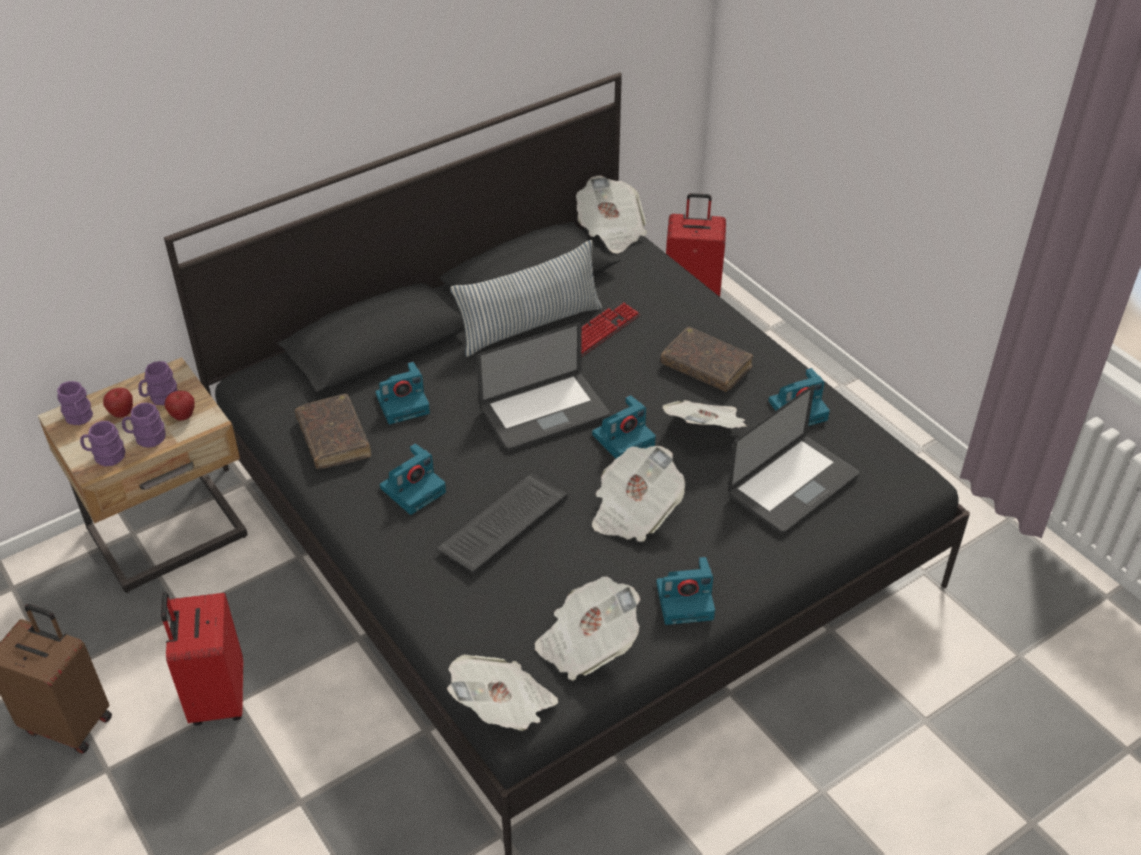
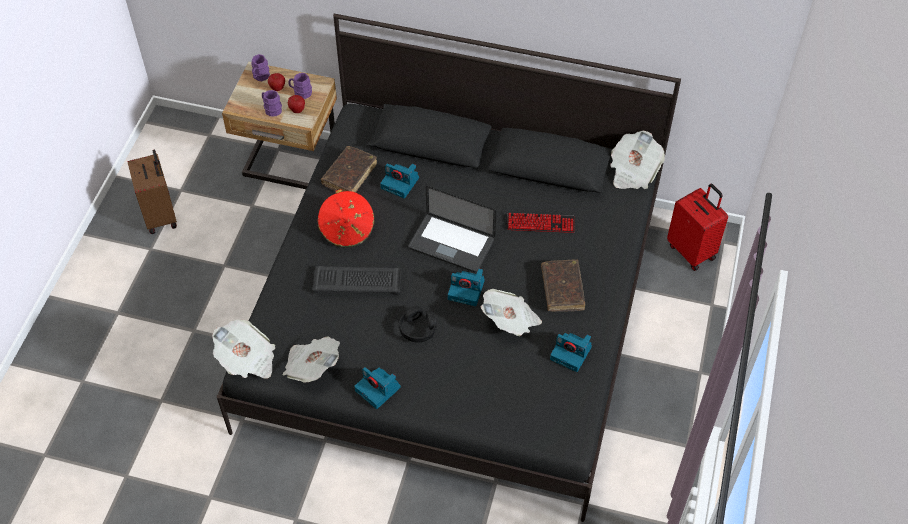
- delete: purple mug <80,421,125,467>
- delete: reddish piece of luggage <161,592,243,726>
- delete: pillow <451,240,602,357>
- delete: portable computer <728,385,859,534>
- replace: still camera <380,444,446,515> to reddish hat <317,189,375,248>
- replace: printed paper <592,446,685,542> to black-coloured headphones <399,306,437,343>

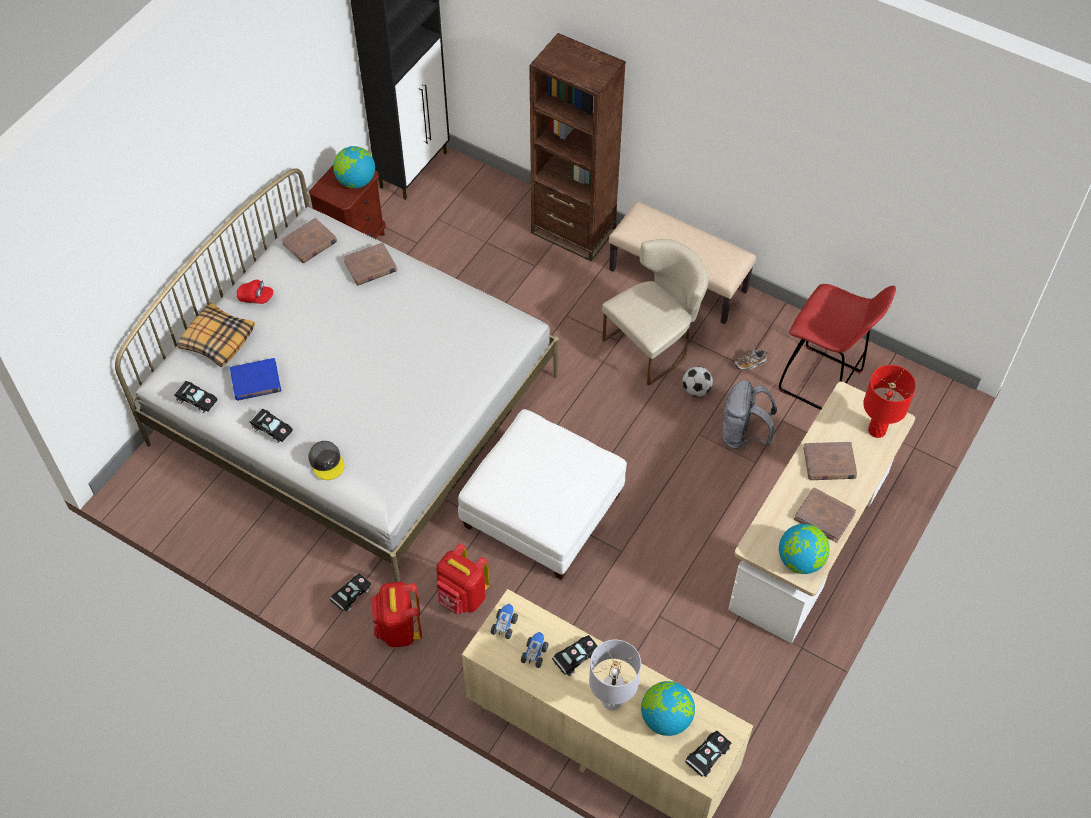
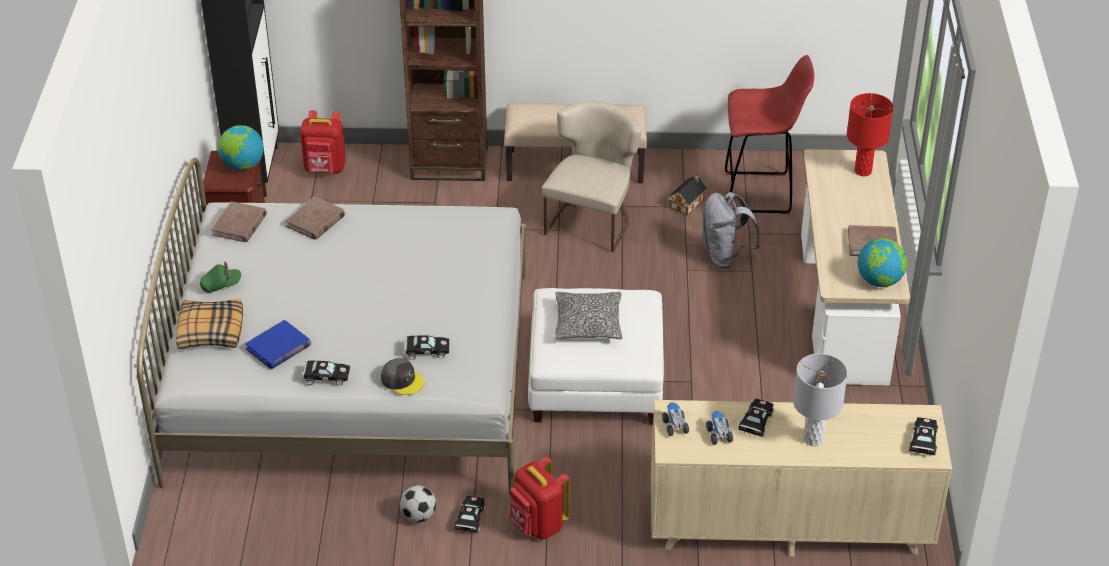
- delete: globe <641,681,695,736>
- delete: brown book <803,442,857,480>
- insert: pillow <555,292,622,340>
- move: black-coloured miniature car <174,380,218,413> to <405,335,449,360>
- move: reddish rucksack <436,543,490,614> to <300,110,346,174>
- move: football ball <683,366,713,397> to <400,485,436,522>
- replace: shoe <734,349,767,370> to model house <668,175,707,216>
- recolor: reddish baseball cap <237,280,273,304> to green baseball cap <200,262,241,293>

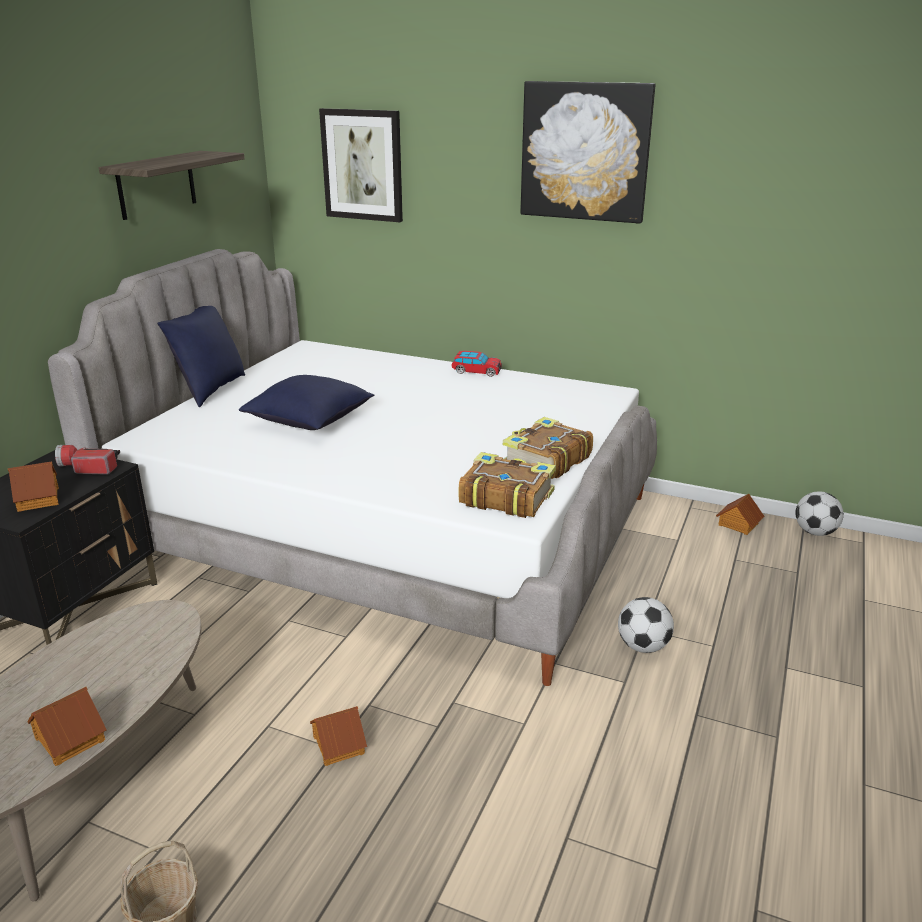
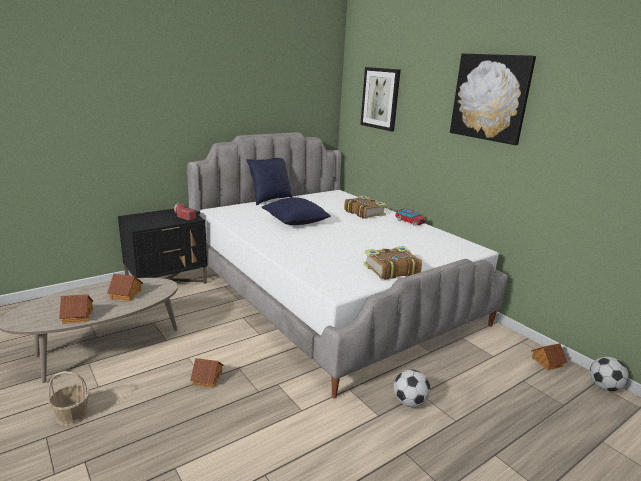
- delete: wall shelf <99,151,245,220>
- move: model house <8,461,59,512> to <107,274,143,301>
- move: book <459,452,556,518> to <344,196,387,219>

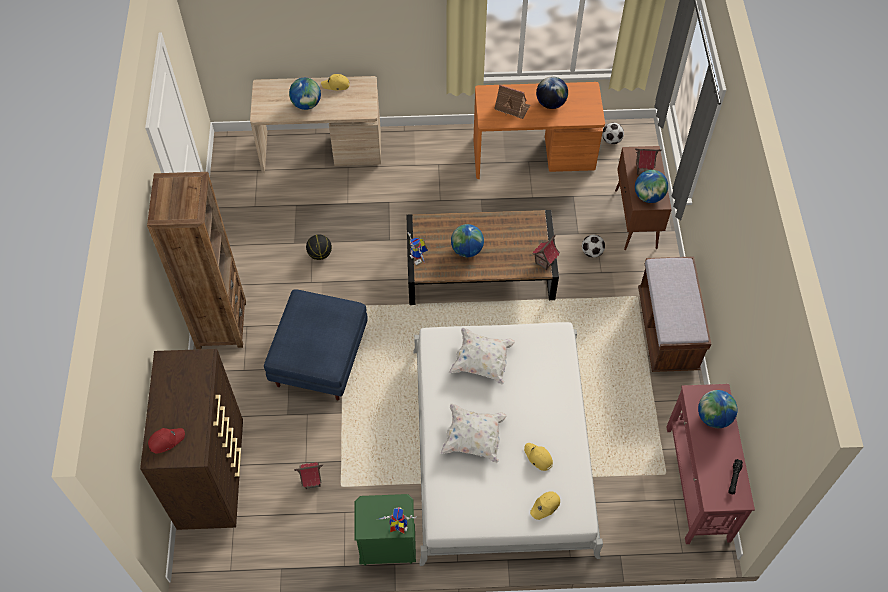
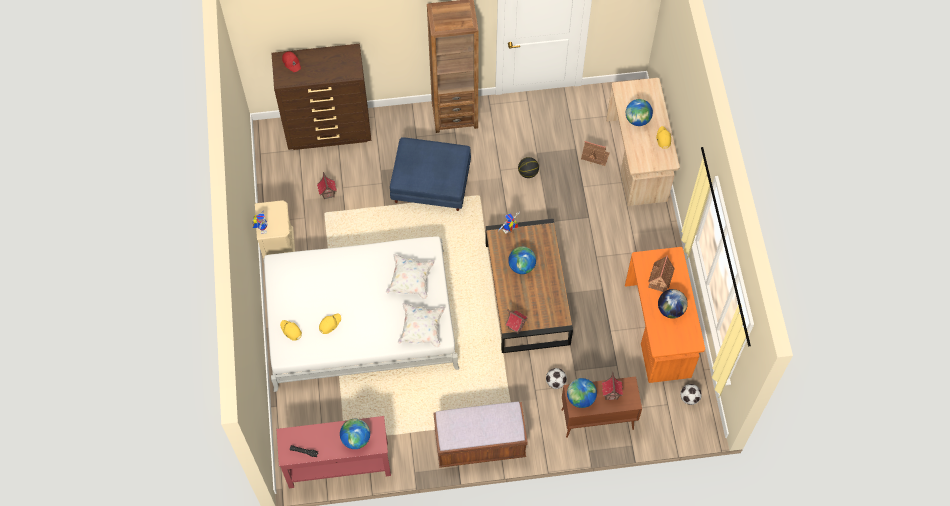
- insert: model house <581,141,610,166>
- move: whitish pillow <440,403,507,463> to <397,303,445,347>
- recolor: green nightstand <354,494,416,566> to beige nightstand <255,200,295,259>

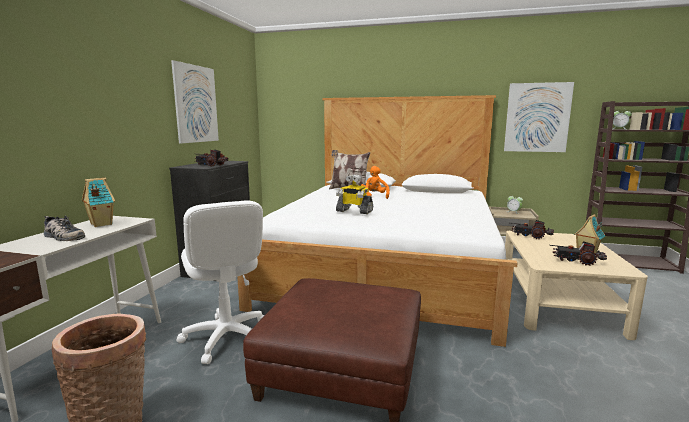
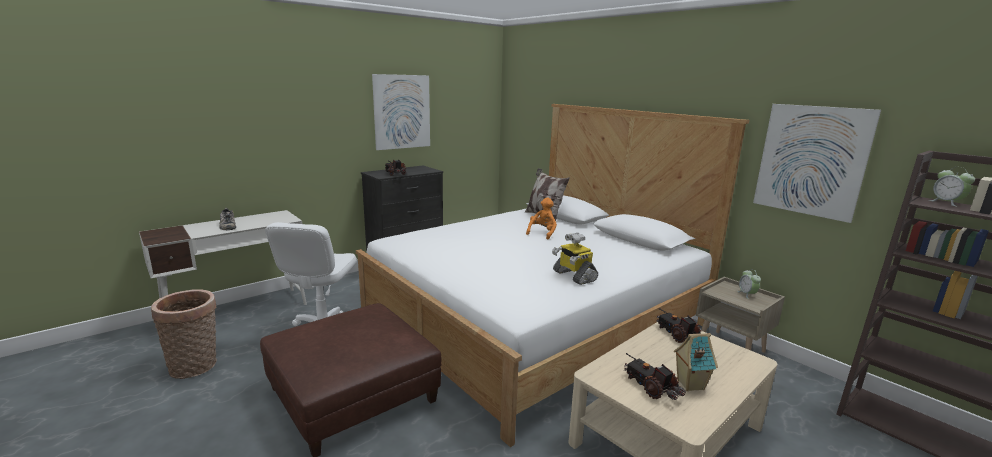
- delete: model house <82,178,115,227>
- move: robot figure <336,175,373,214> to <552,233,598,285>

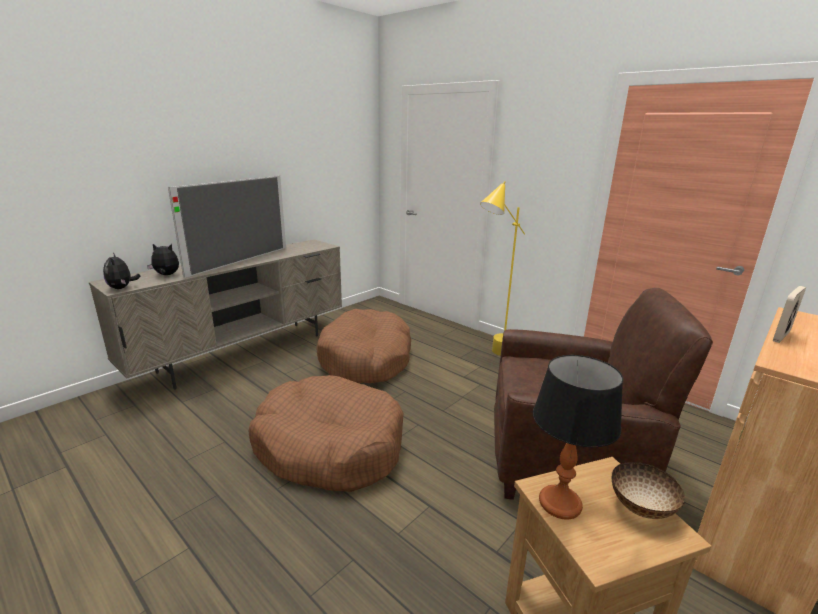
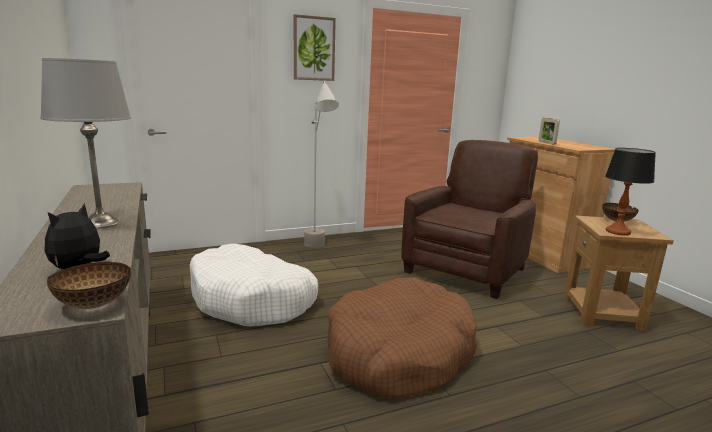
- insert: wall picture <294,14,336,81>
- replace: cuddly toy <103,253,140,289> to serving bowl <47,262,131,309>
- replace: television <168,175,286,278> to grey tabletop lamp <40,58,131,228>
- recolor: brown pet bed <316,309,411,383> to whitish pet bed <190,244,318,326>
- recolor: yellowish standard lamp <480,181,525,356> to grey standard lamp <304,81,339,248>

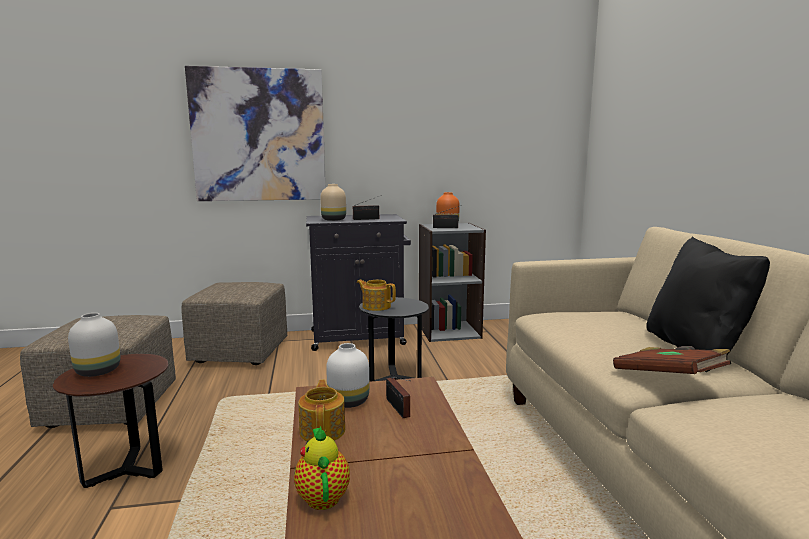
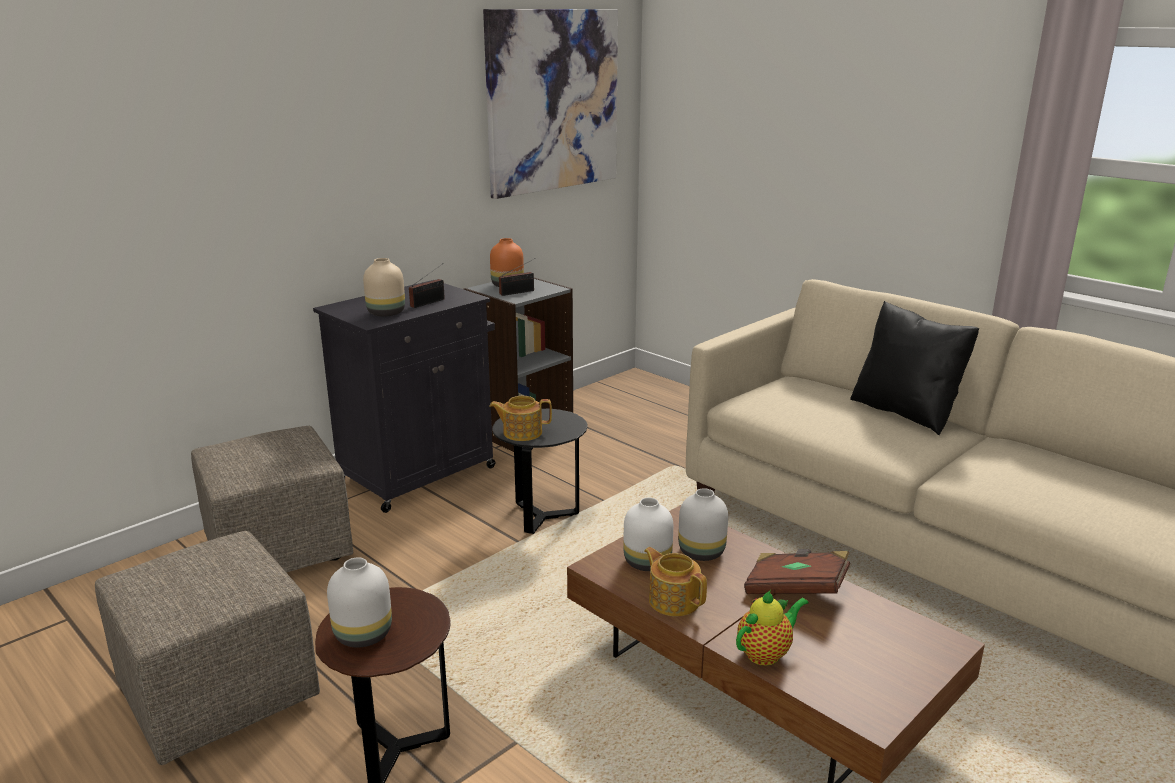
- move: wall picture <185,66,326,201> to <483,9,618,199>
- move: brown book <613,346,731,374> to <744,549,850,594>
- replace: radio <386,377,411,418> to whitish vase <678,488,728,561>
- rotate: pot for tea <294,426,350,510> = <736,590,809,666> 105 degrees clockwise

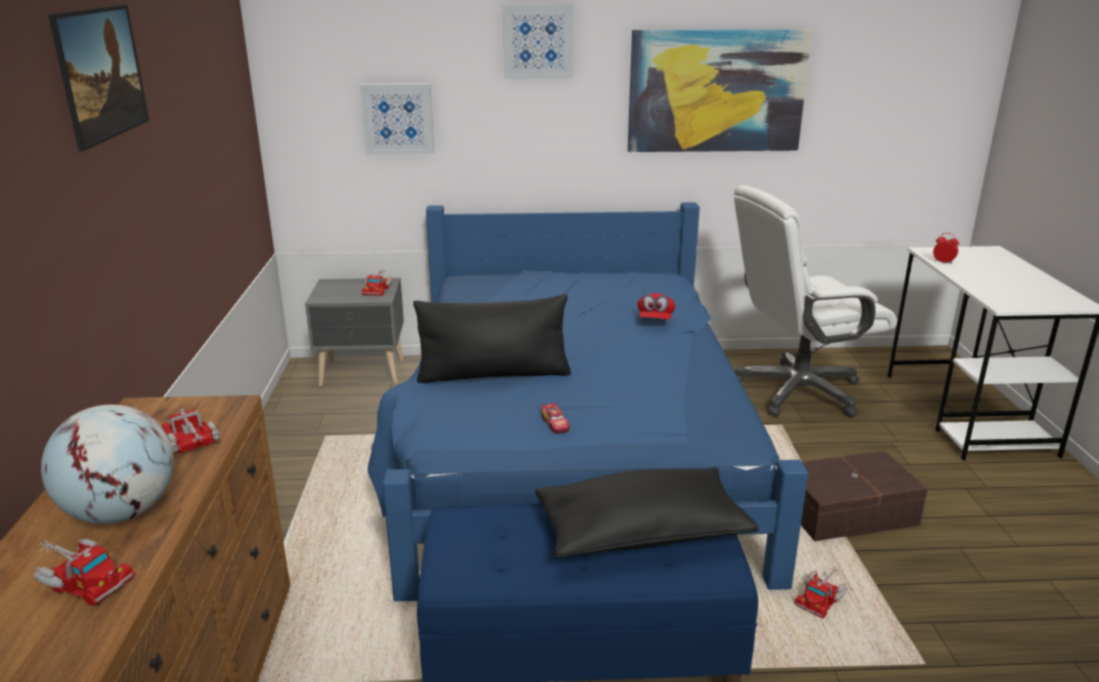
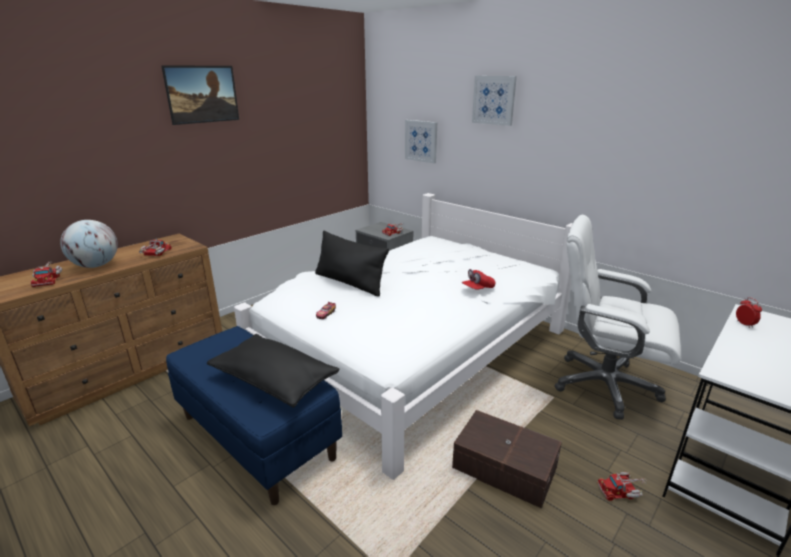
- delete: wall picture <628,29,812,152>
- move: model truck <795,566,848,618> to <597,472,647,501>
- recolor: blue sleeping bed <368,202,808,601> to whitish sleeping bed <234,193,573,480>

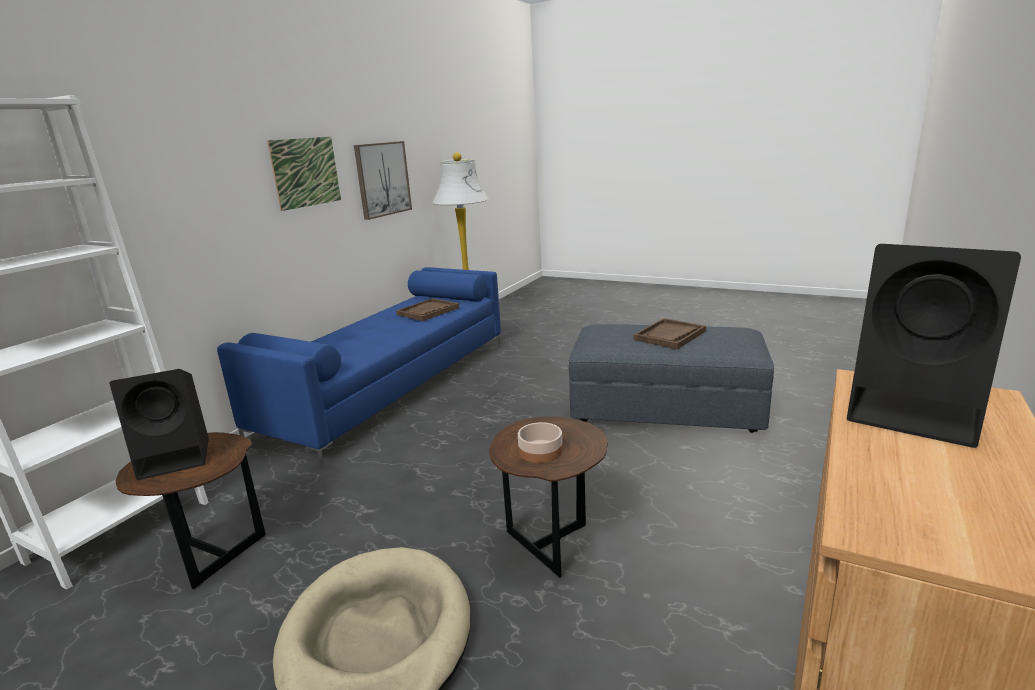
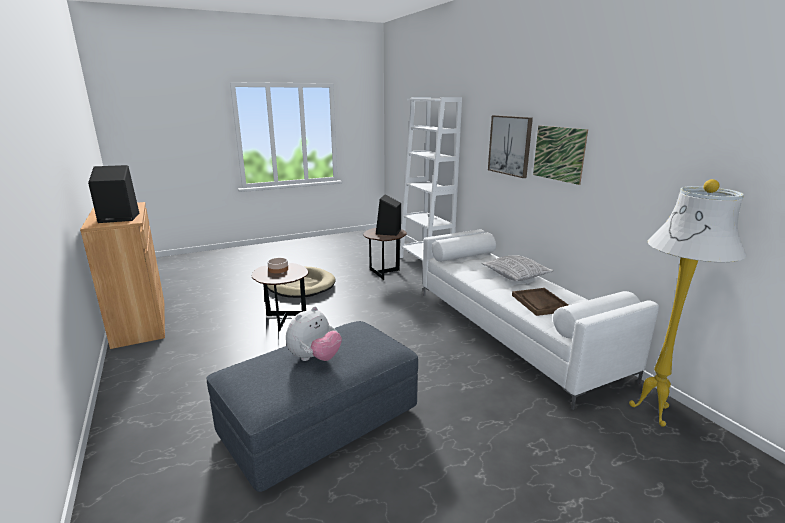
- insert: pillow <482,255,554,281>
- move: wall picture <354,141,412,220> to <488,115,533,178>
- replace: brown carrying tray <634,318,706,349> to cuddly toy <286,307,342,361>
- recolor: blue sofa <217,267,501,467> to whitish sofa <423,229,659,410>

